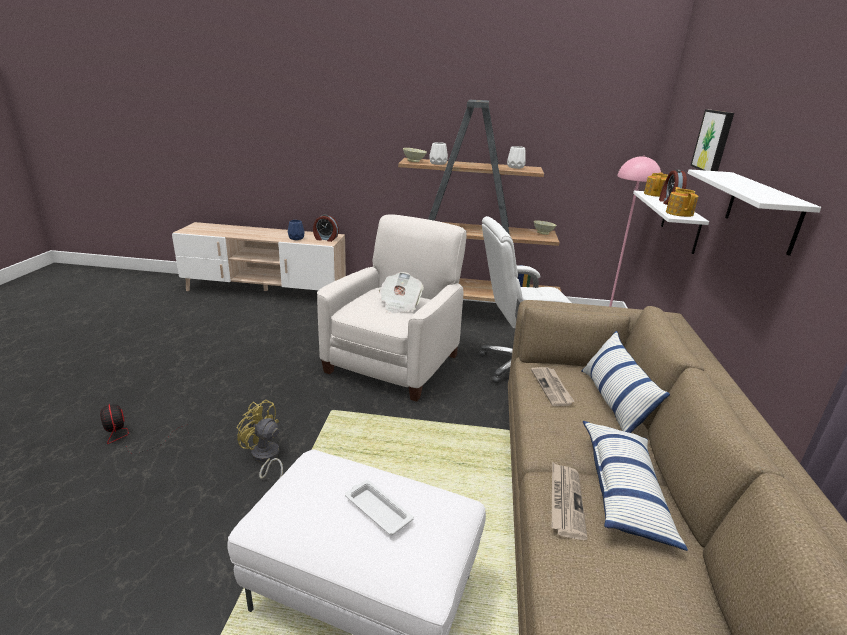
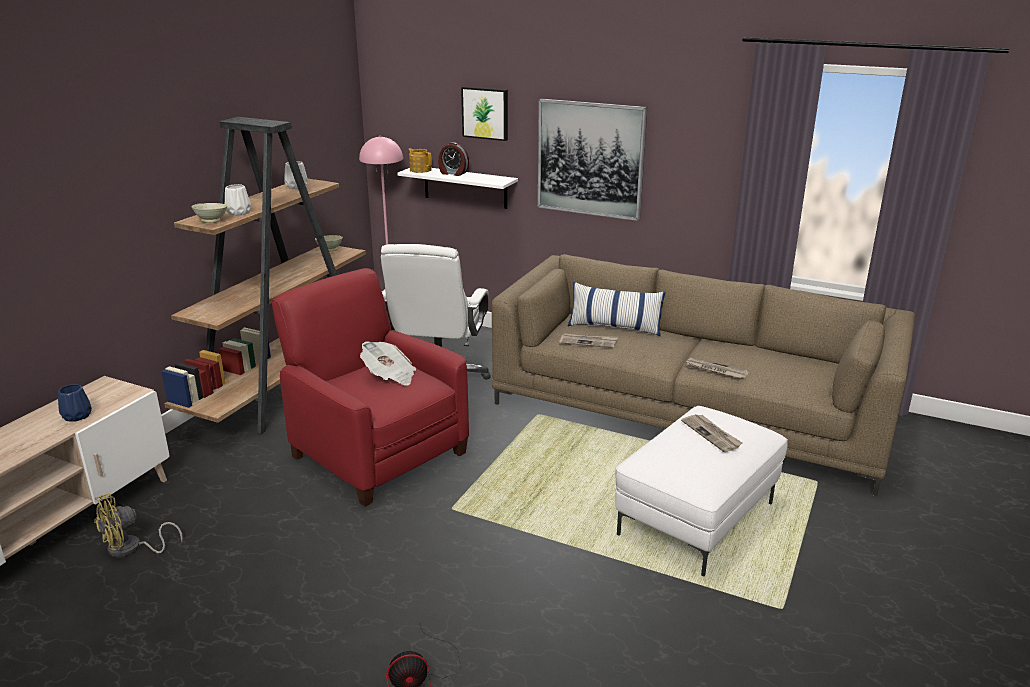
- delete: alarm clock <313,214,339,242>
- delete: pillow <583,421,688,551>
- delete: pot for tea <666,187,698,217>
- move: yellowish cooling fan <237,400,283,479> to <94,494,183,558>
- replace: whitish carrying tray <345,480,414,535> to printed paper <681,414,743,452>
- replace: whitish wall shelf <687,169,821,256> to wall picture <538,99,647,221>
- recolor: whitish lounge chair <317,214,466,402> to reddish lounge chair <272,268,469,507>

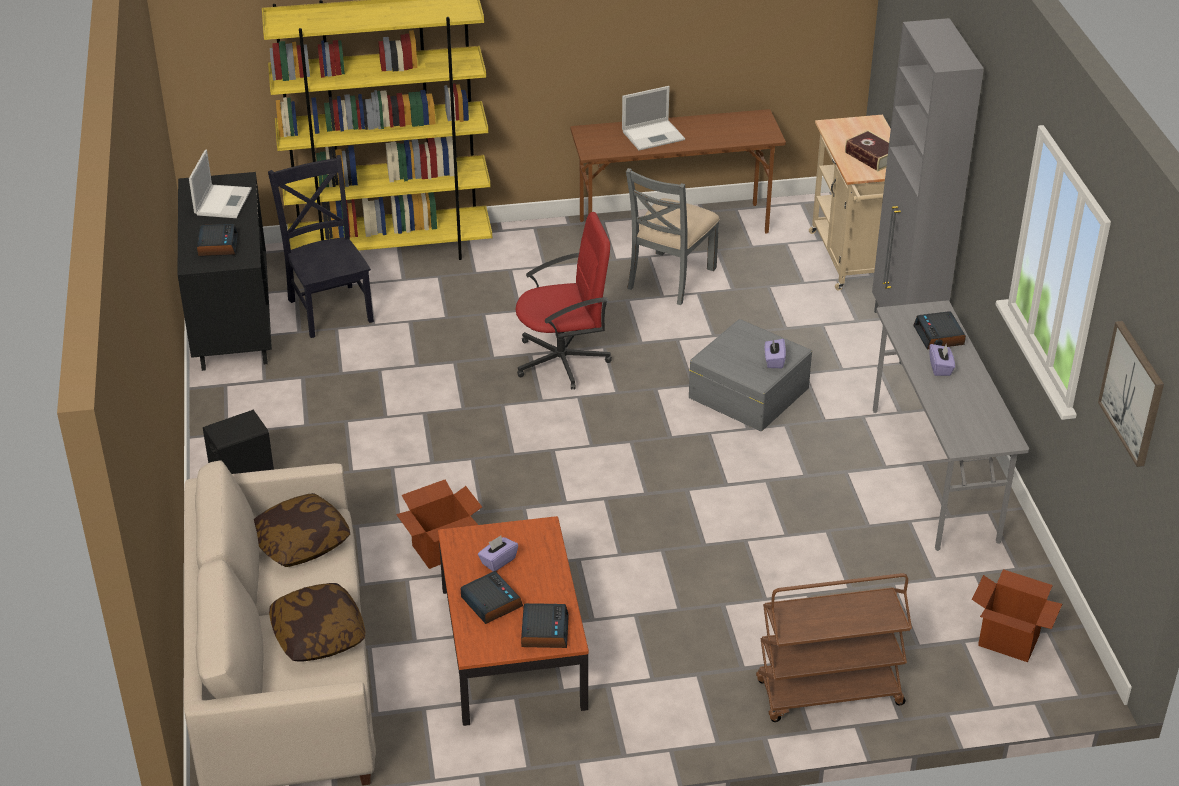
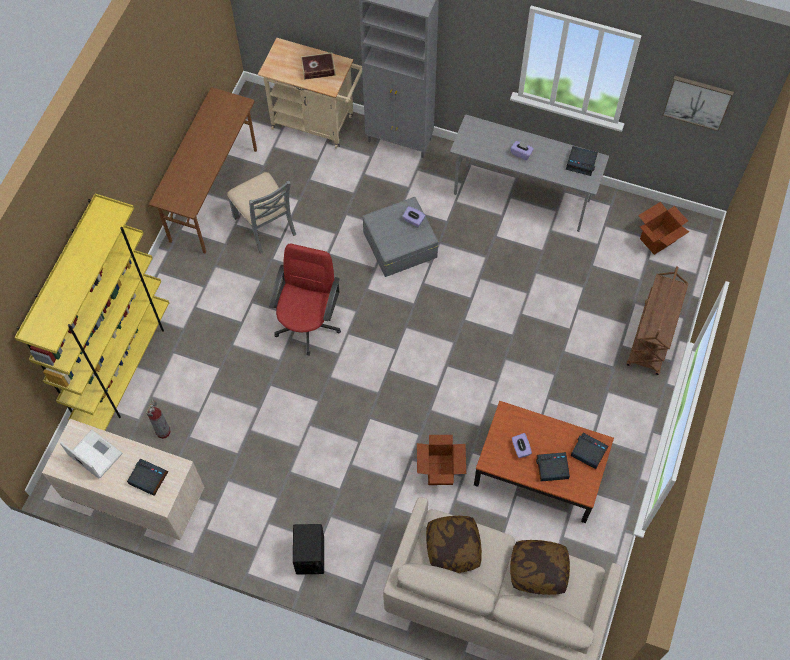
- delete: portable computer <622,86,685,150>
- move: alarm clock <913,311,966,349> to <566,146,598,176>
- replace: black-coloured chair <268,155,374,338> to fire extinguisher <146,399,171,439>
- recolor: black-coloured dresser <178,172,272,371> to beige dresser <42,419,204,540>

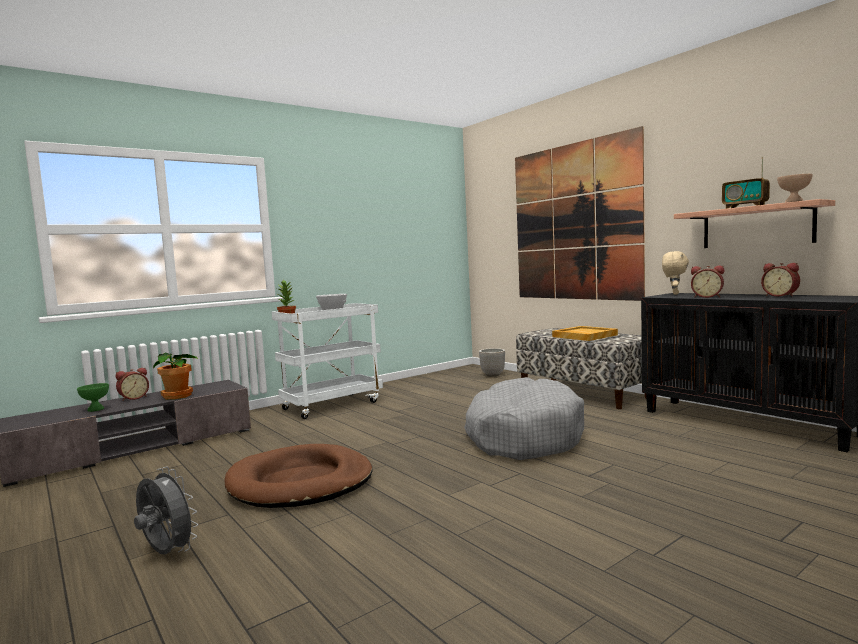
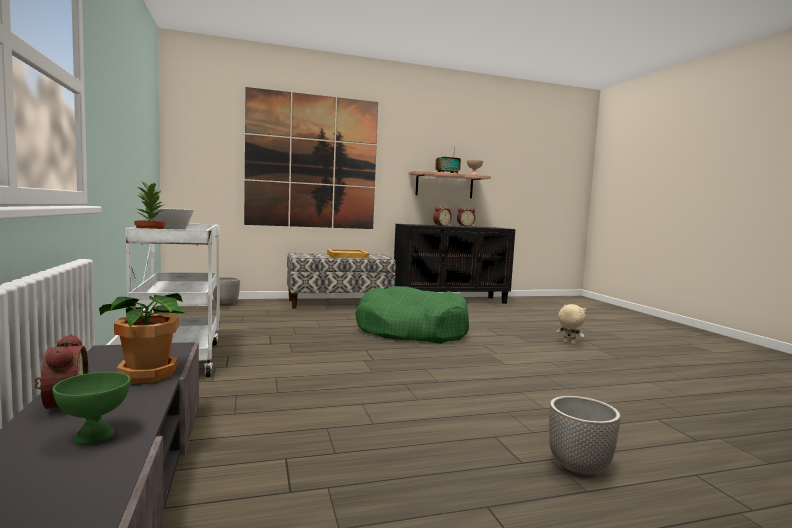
- delete: brown pet bed <224,444,372,508>
- move: beige cuddly toy <662,251,689,295> to <557,304,586,344>
- replace: grey cooling fan <134,467,198,554> to plant pot <549,396,621,478>
- recolor: grey pet bed <464,377,584,460> to green pet bed <355,286,469,344>

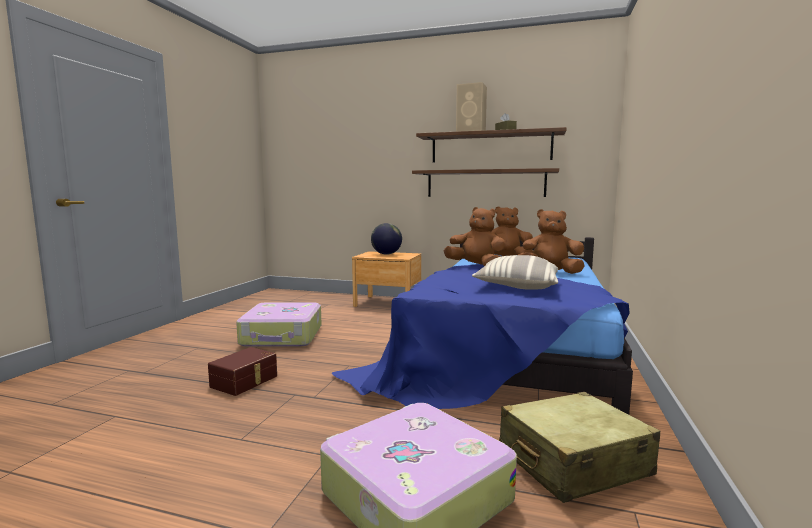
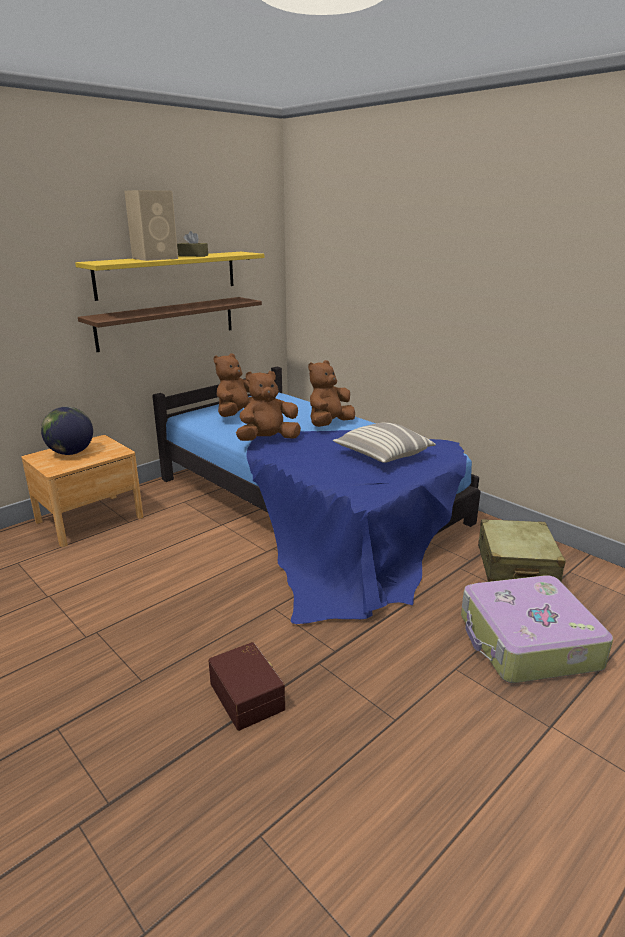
- delete: piece of luggage <236,302,322,347>
- recolor: brown wall shelf <416,127,567,162> to yellowish wall shelf <75,252,264,301>

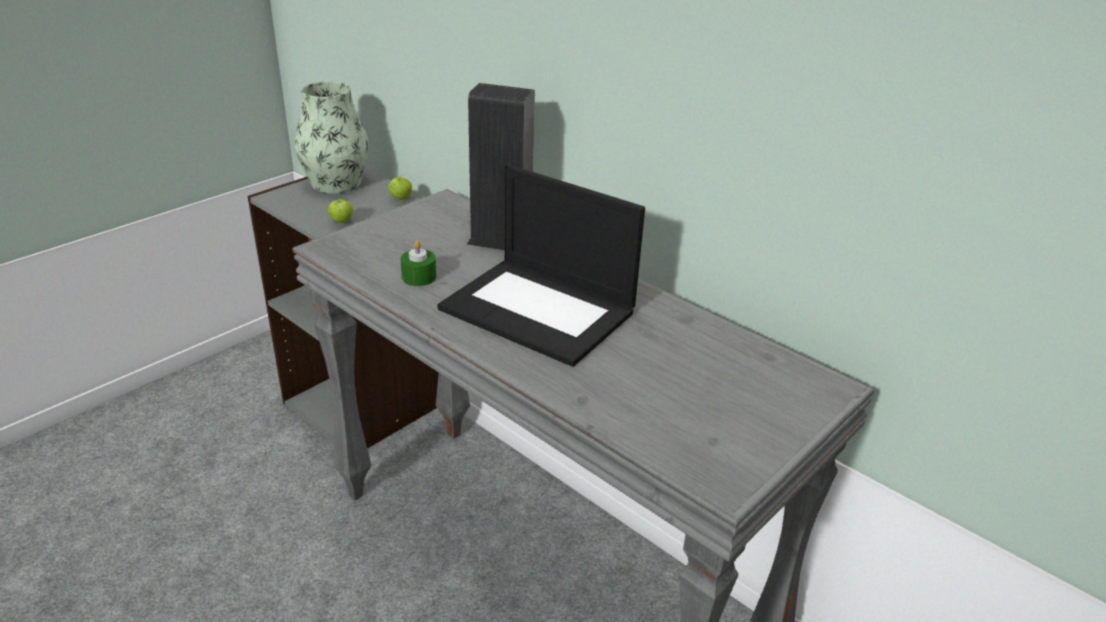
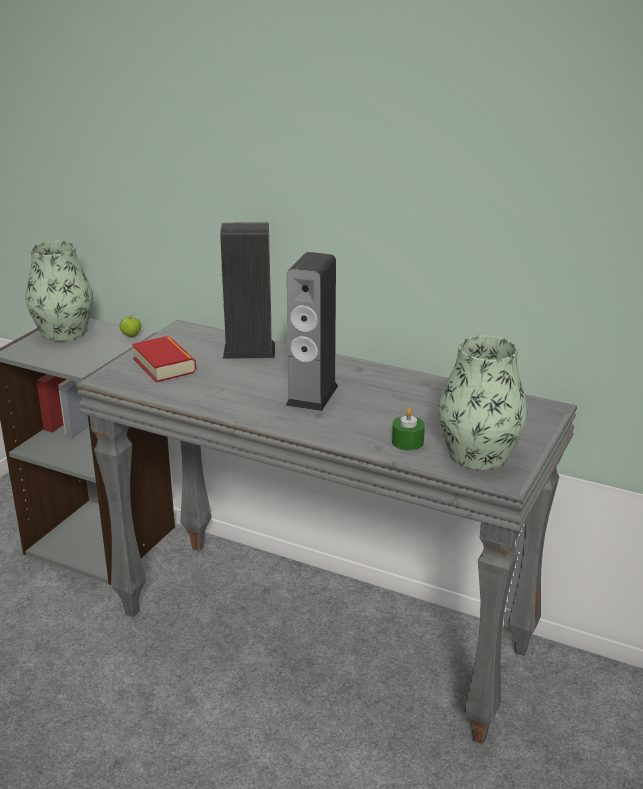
- delete: whole apple <327,199,353,223>
- insert: book <132,336,196,382>
- insert: vase <438,335,527,470>
- move: green candle <400,241,436,286> to <392,408,425,450>
- replace: portable computer <437,165,645,367> to speaker <285,252,338,411>

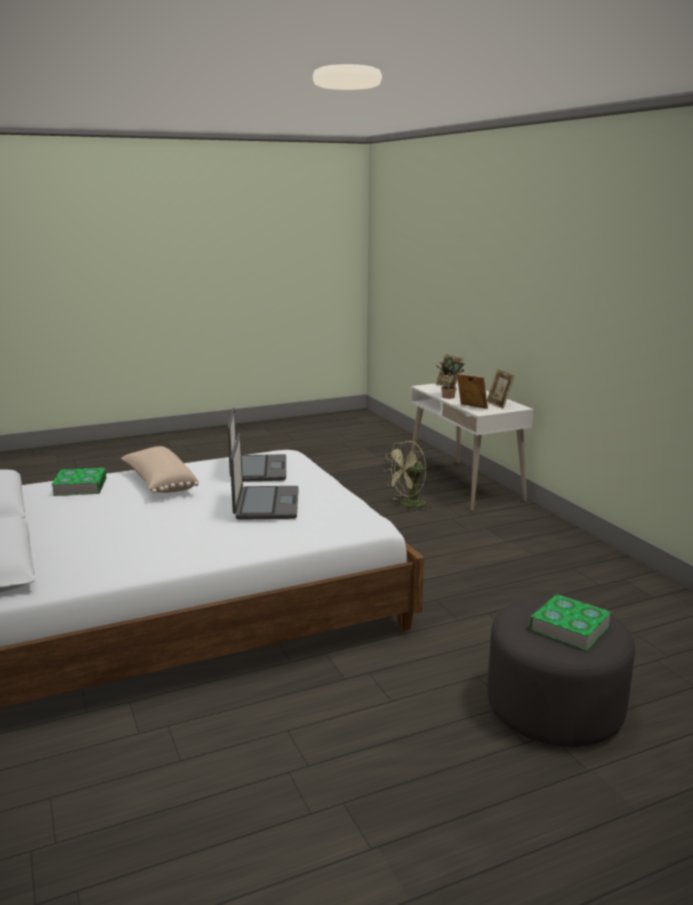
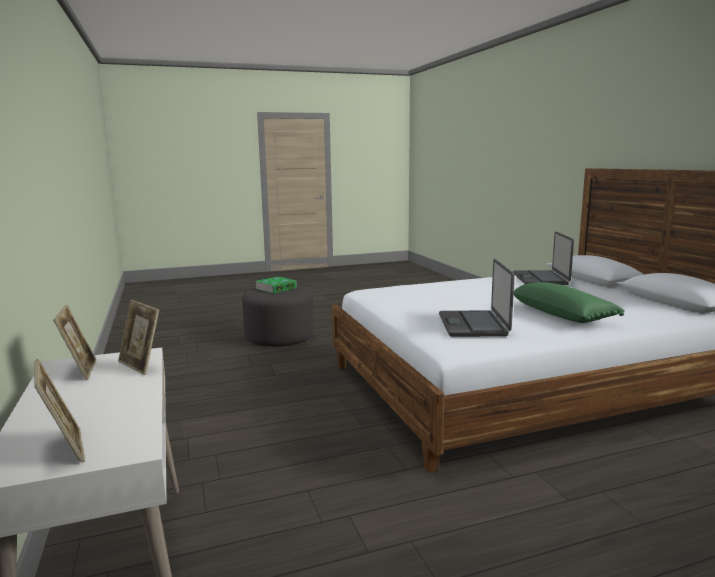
- delete: book <51,468,106,496>
- delete: green cooling fan <384,441,433,511>
- delete: potted plant <436,357,465,399>
- move: portable computer <230,433,299,520> to <513,231,574,285>
- recolor: beige pillow <121,446,199,493> to green pillow <514,282,625,323>

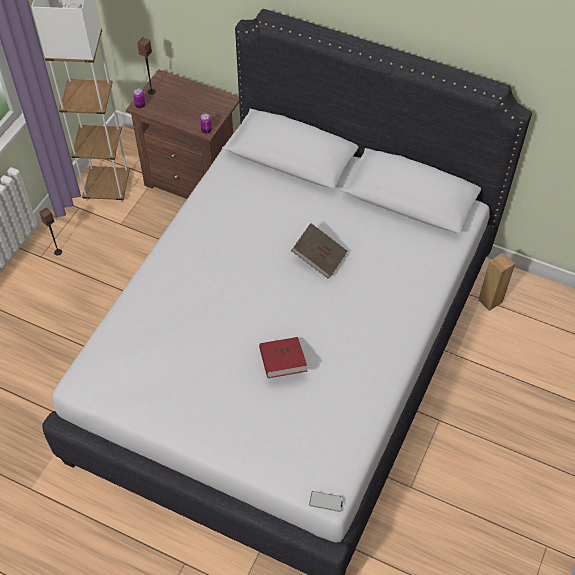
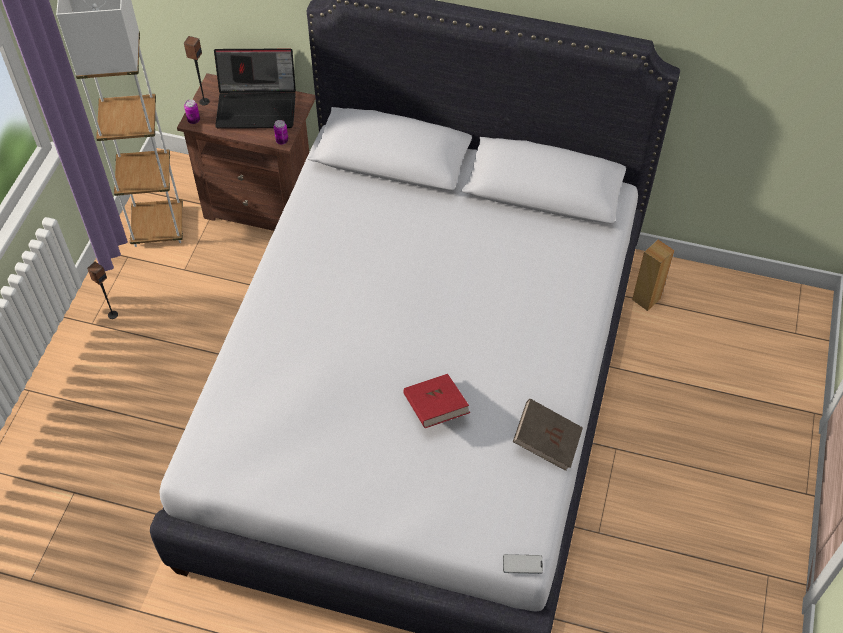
- insert: portable computer <214,48,296,129>
- move: brown book <291,223,348,279> to <513,399,583,471>

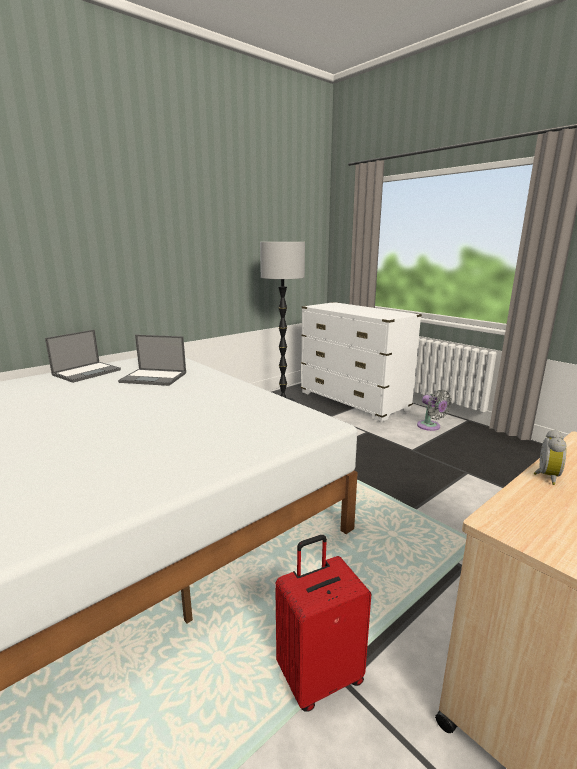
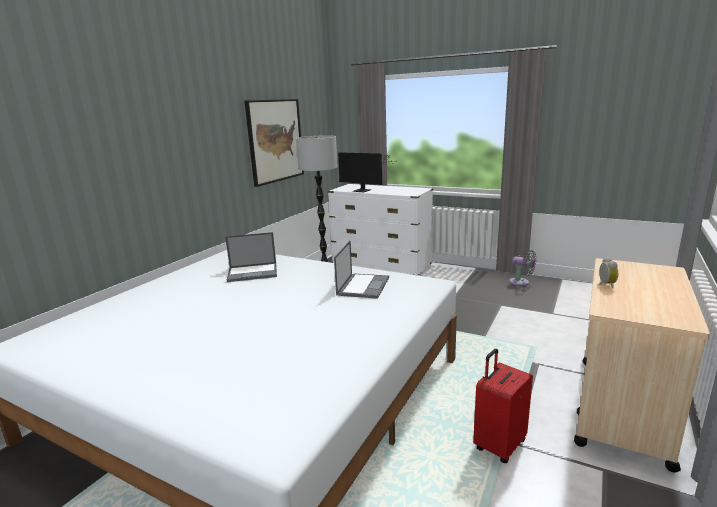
- insert: wall picture <244,99,304,187>
- insert: computer screen <338,152,394,192>
- move: portable computer <45,330,121,383> to <334,241,389,299>
- move: grey cooling fan <417,390,452,431> to <509,250,537,286>

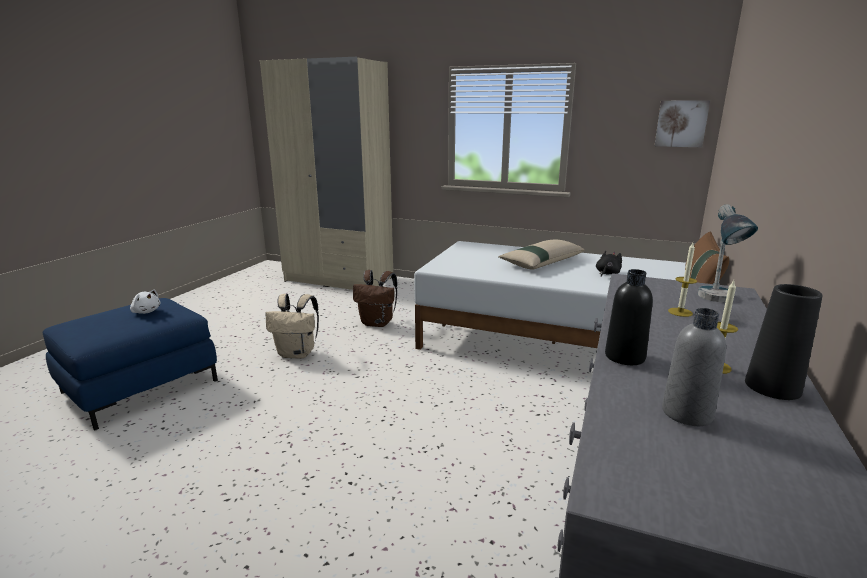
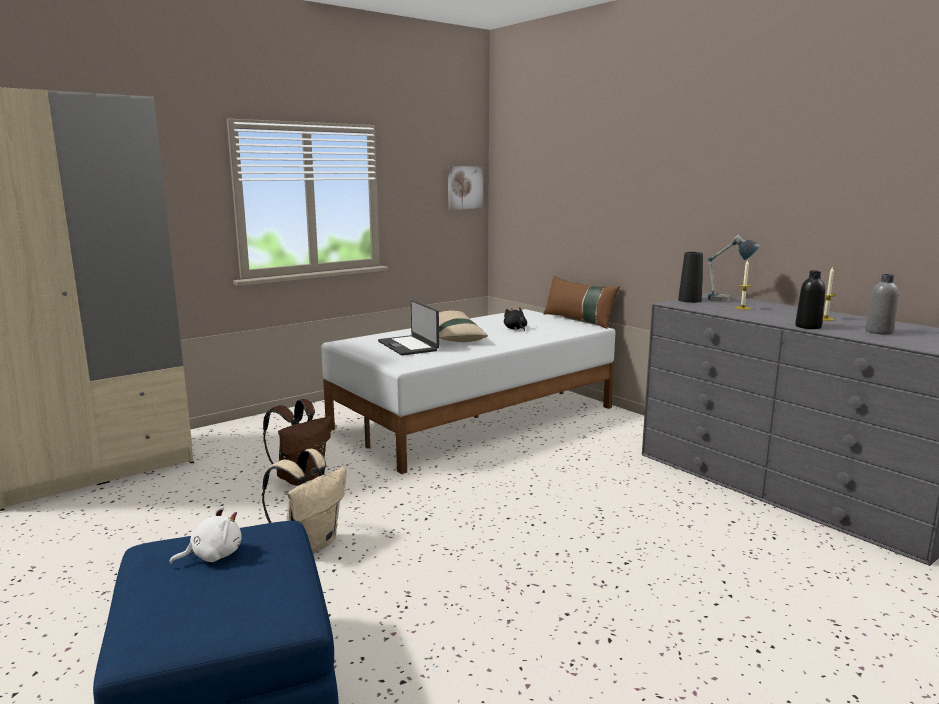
- insert: portable computer <378,300,439,356>
- move: black-coloured vase <745,284,823,400> to <678,252,703,303>

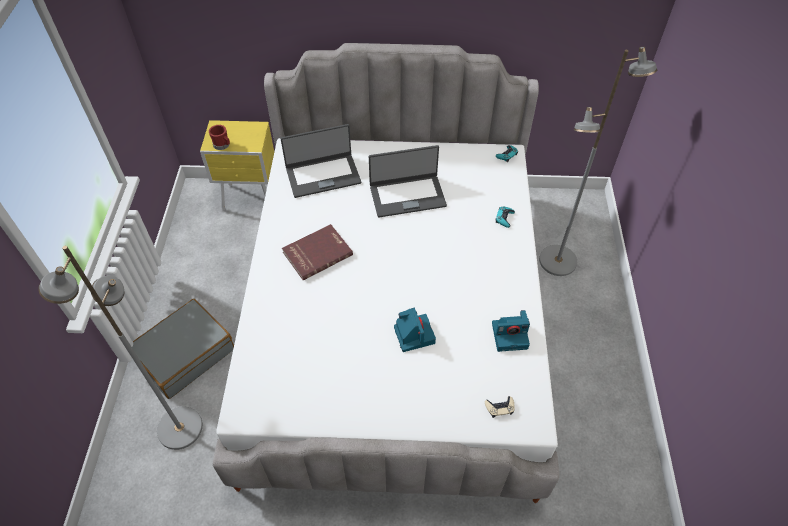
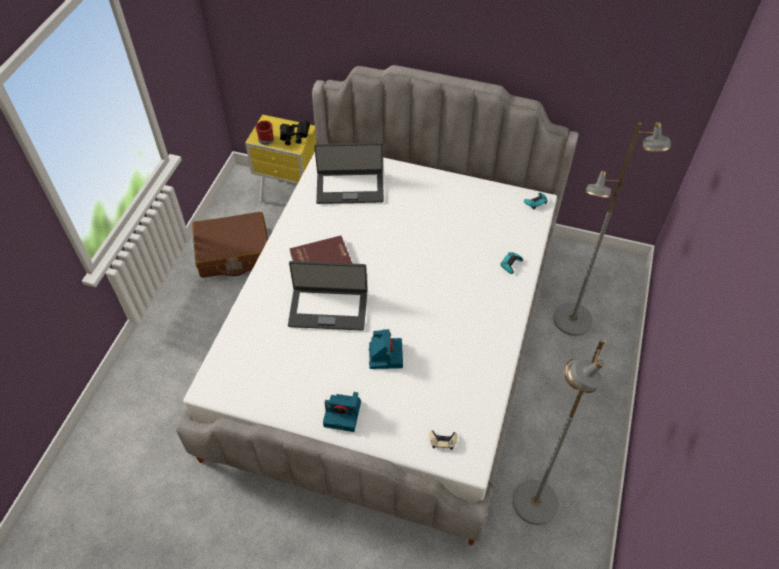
- delete: grey piece of luggage <132,299,234,399>
- insert: brown piece of luggage <192,212,268,278>
- insert: black-coloured field glasses <280,121,310,145>
- move: grey standard lamp <38,246,203,450> to <513,339,605,525>
- move: portable computer <369,145,447,217> to <288,261,367,331>
- move: still camera <492,310,530,352> to <323,392,361,432>

